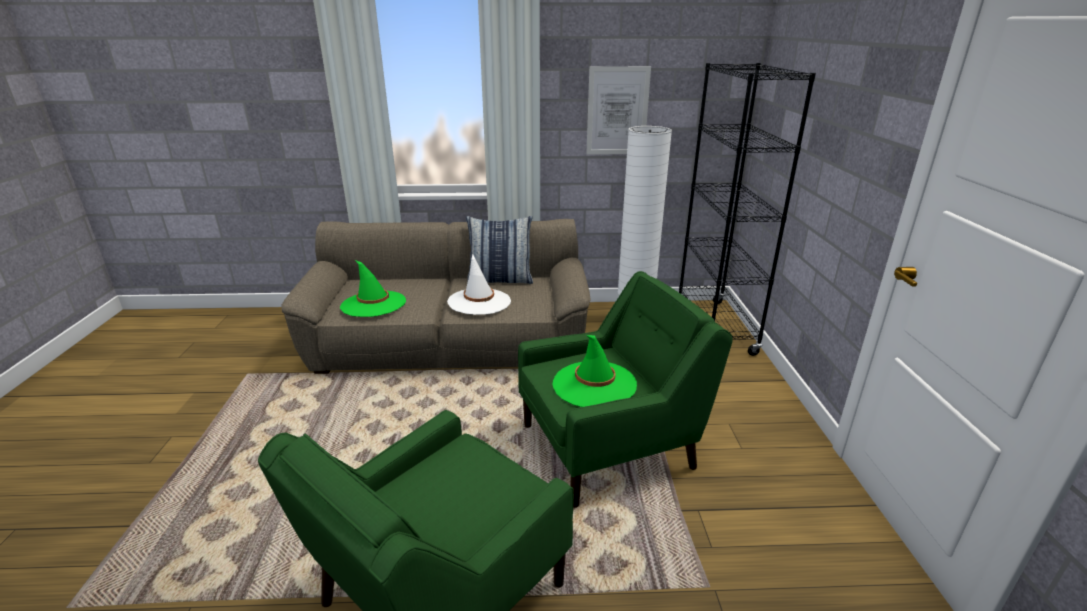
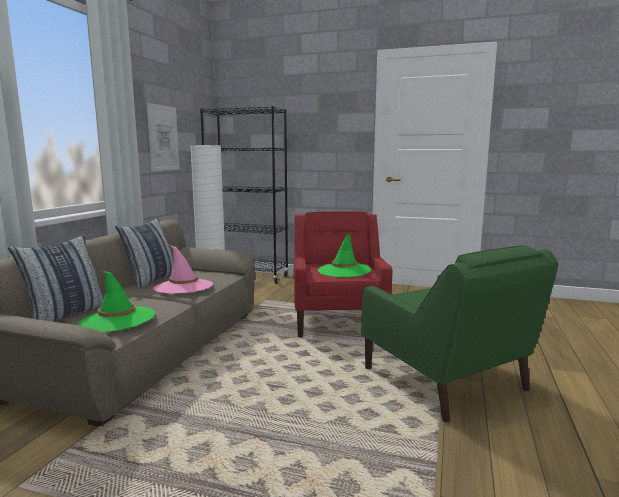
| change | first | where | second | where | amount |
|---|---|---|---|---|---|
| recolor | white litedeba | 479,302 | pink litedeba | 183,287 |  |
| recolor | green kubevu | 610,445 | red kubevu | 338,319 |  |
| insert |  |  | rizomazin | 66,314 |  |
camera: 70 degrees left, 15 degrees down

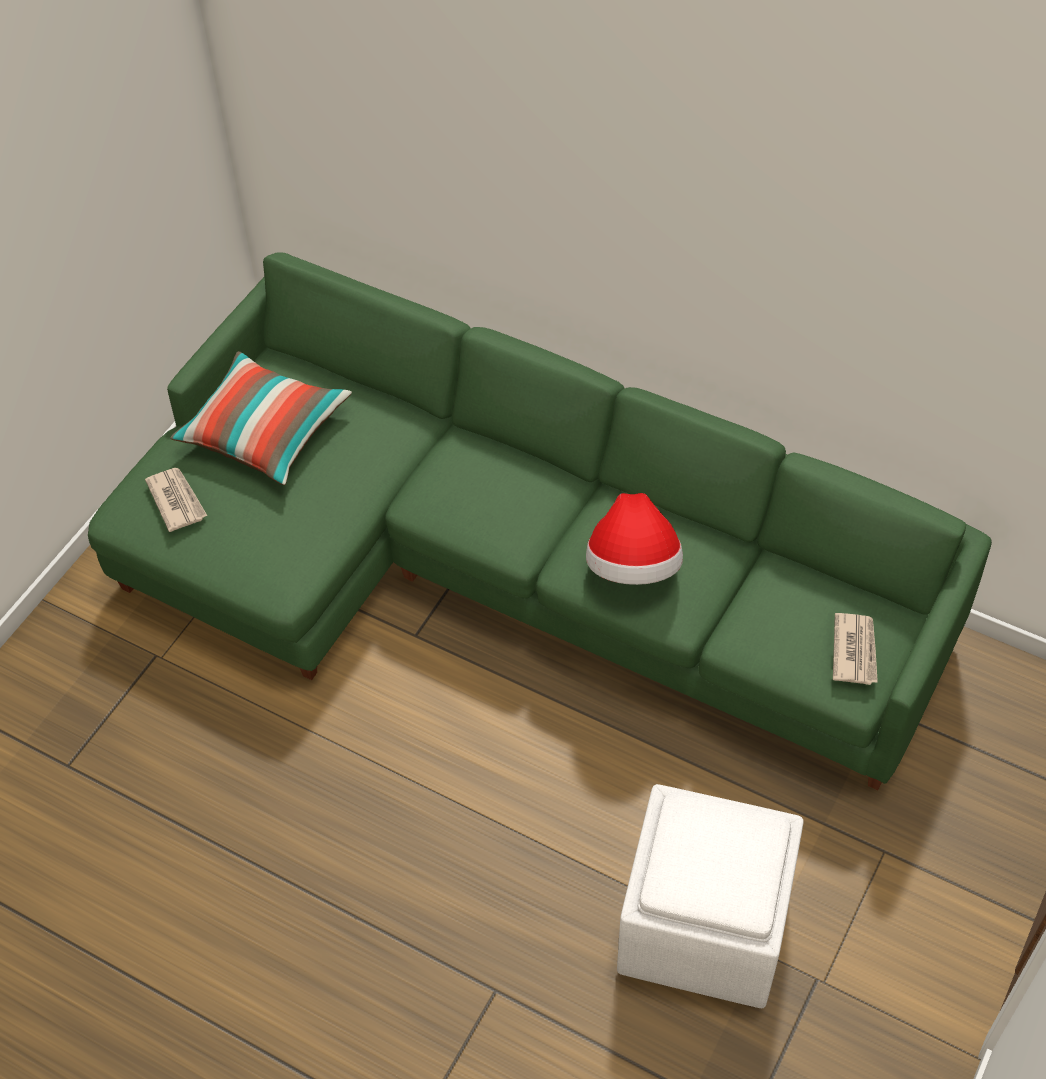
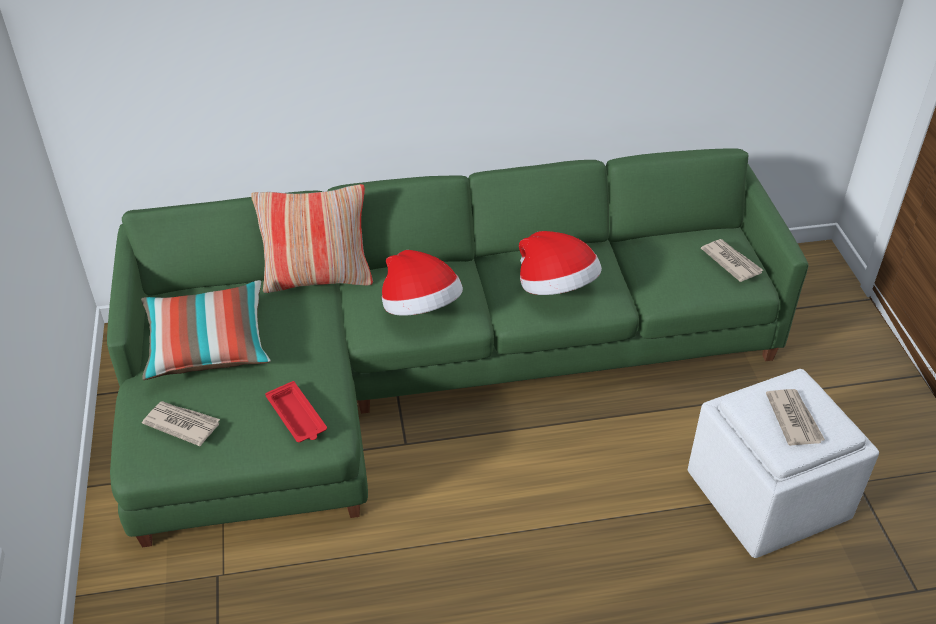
| change | first | where | second | where | amount |
|---|---|---|---|---|---|
| insert |  |  | rizomazin | 318,278 |  |
| insert |  |  | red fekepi | 297,417 |  |
| insert |  |  | litedeba | 420,309 |  |
| insert |  |  | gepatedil | 794,419 |  |
camera: 40 degrees left, 10 degrees down

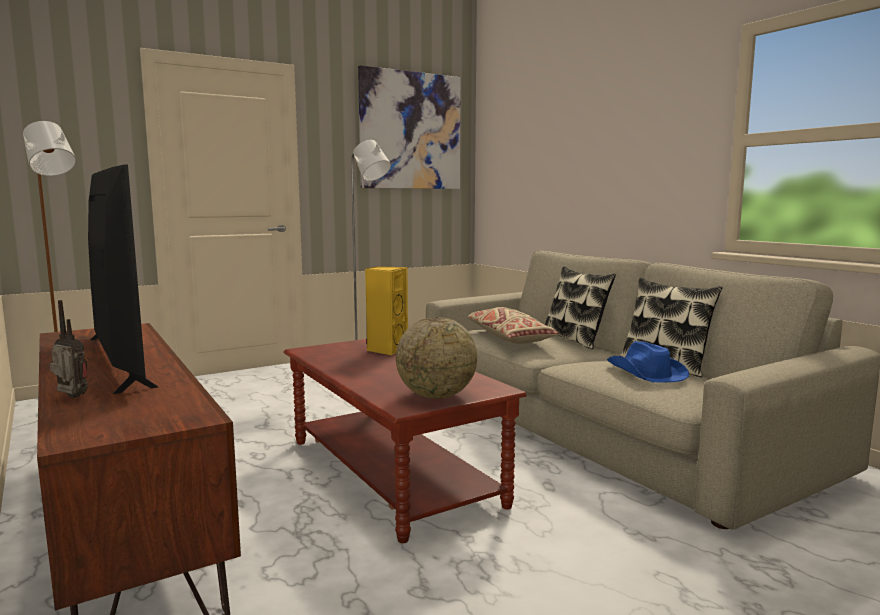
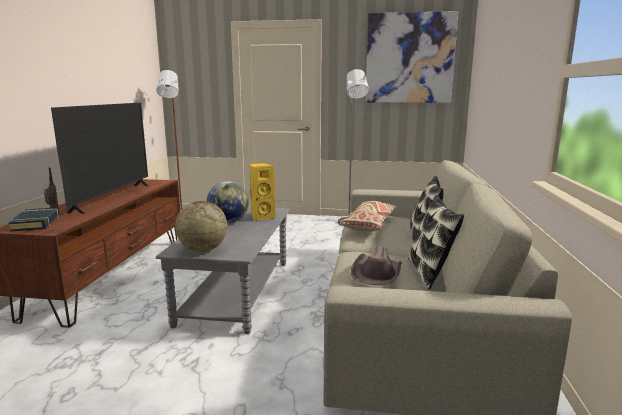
| change | first | where | second | where | amount |
|---|---|---|---|---|---|
| recolor | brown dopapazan | 392,472 | grey dopapazan | 236,291 |  |
| recolor | blue litedeba | 645,373 | brown litedeba | 377,273 |  |
| insert |  |  | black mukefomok | 36,223 |  |
| insert |  |  | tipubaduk | 229,222 |  |
camera: 40 degrees right, 5 degrees up

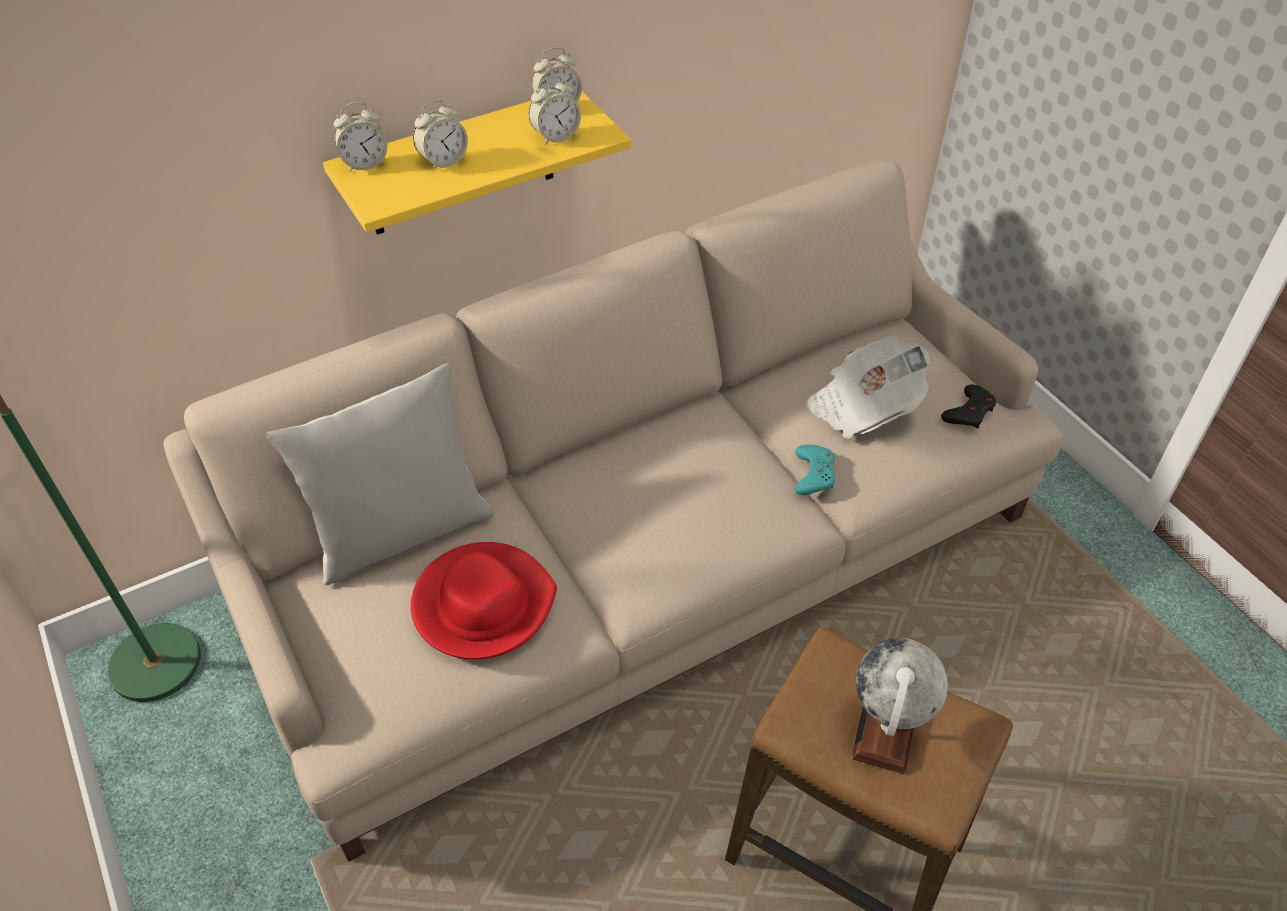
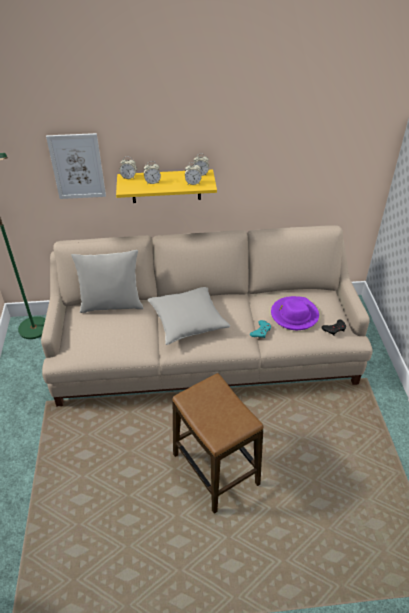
| change | first | where | second | where | amount |
|---|---|---|---|---|---|
| delete | red litedeba | 483,604 |  |  |  |
| replace | gepatedil | 863,407 | purple litedeba | 294,315 |  |
| delete | tipubaduk | 885,732 |  |  |  |
| insert |  |  | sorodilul | 77,166 |  |
| insert |  |  | grey rizomazin | 188,321 |  |
camera: 25 degrees right, 5 degrees down

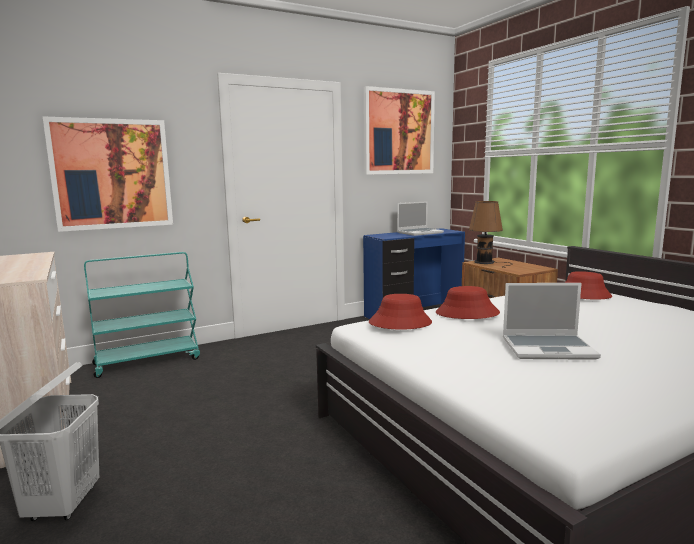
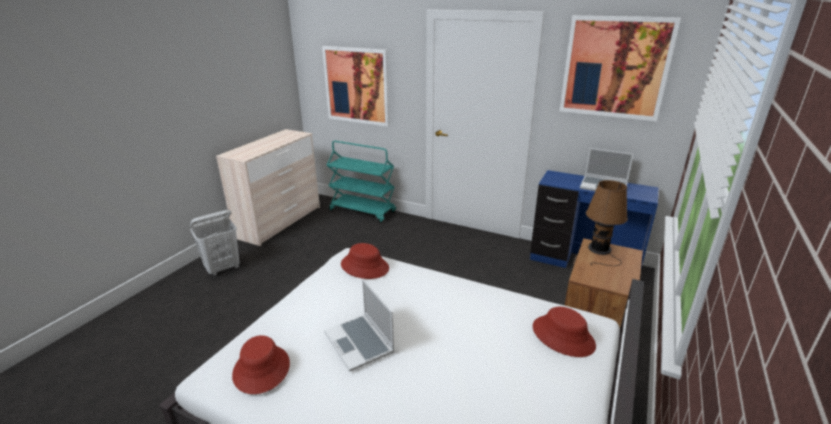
| change | first | where | second | where | amount |
|---|---|---|---|---|---|
| move | red litedeba | 467,313 |  | 261,369 |  |
camera: 55 degrees right, 15 degrees up

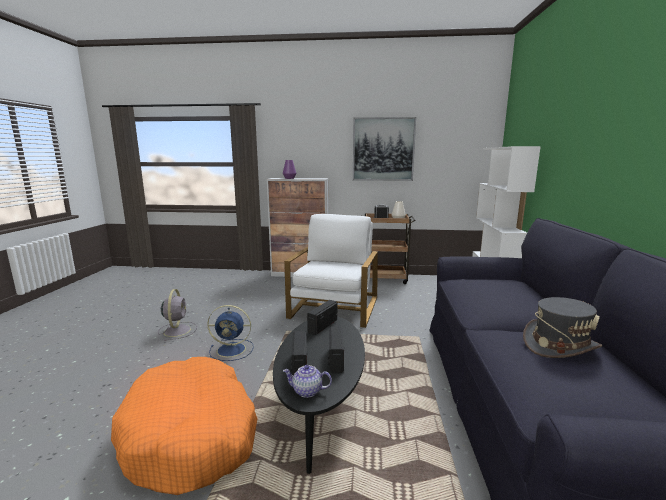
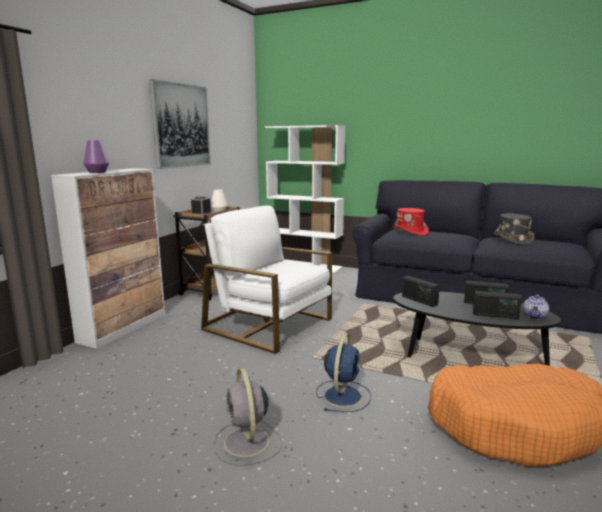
| change | first | where | second | where | amount |
|---|---|---|---|---|---|
| rotate | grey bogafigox | 177,330 |  | 247,443 | 120 degrees counterclockwise |
| insert |  |  | red litedeba | 410,232 |  |
camera: 70 degrees left, 0 degrees up

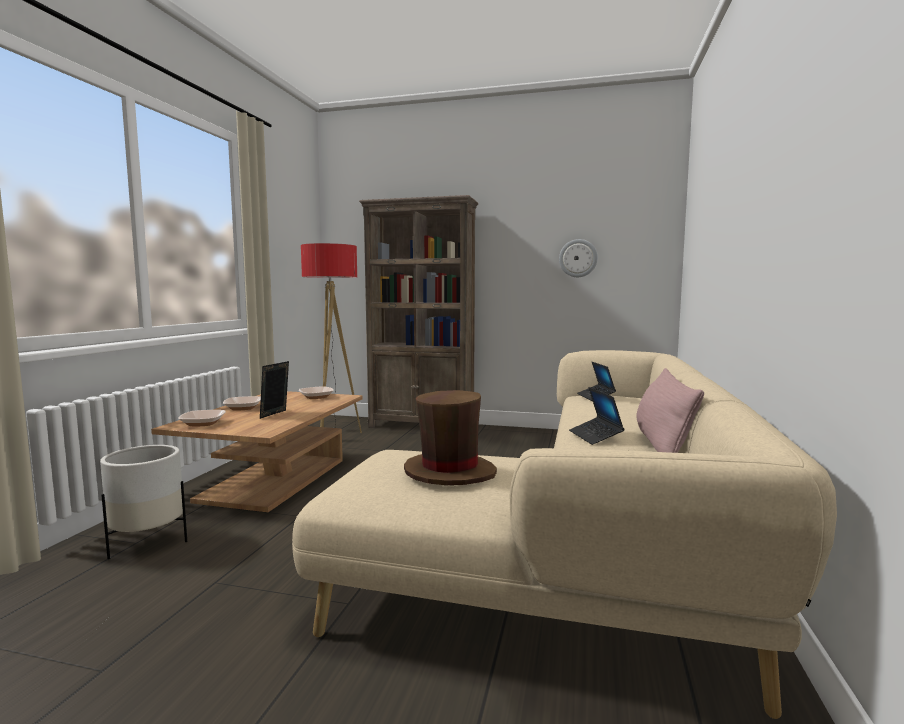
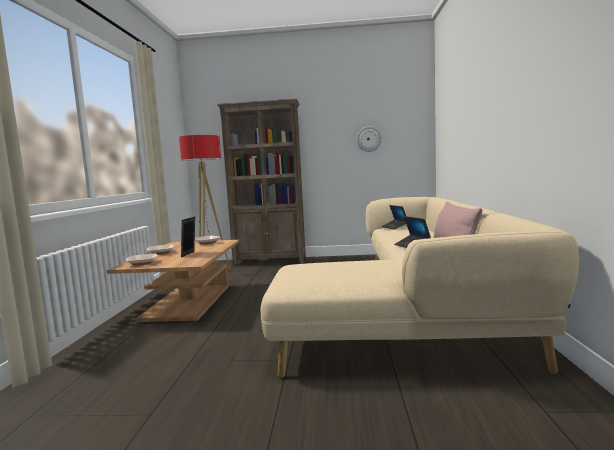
| change | first | where | second | where | amount |
|---|---|---|---|---|---|
| delete | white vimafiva | 148,542 |  |  |  |
| delete | brown litedeba | 449,472 |  |  |  |
camera: 10 degrees left, 0 degrees up

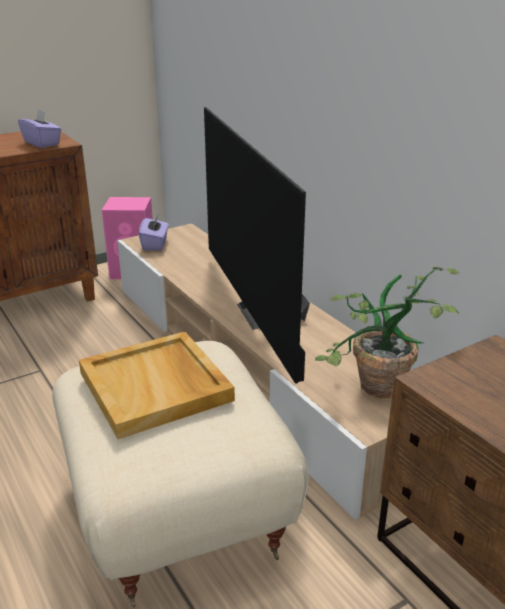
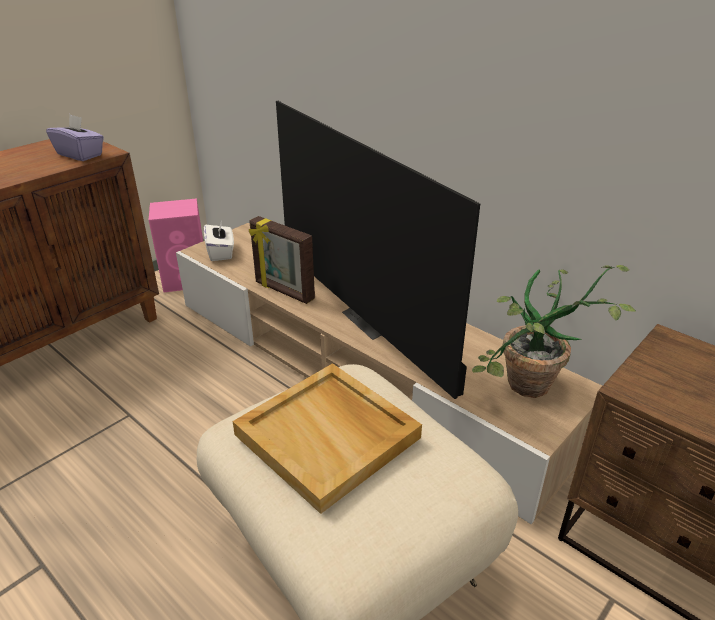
| change | first | where | second | where | amount |
|---|---|---|---|---|---|
| recolor | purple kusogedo | 155,244 | white kusogedo | 221,252 |  |
| insert |  |  | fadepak | 283,291 |  |
camera: 15 degrees left, 5 degrees up

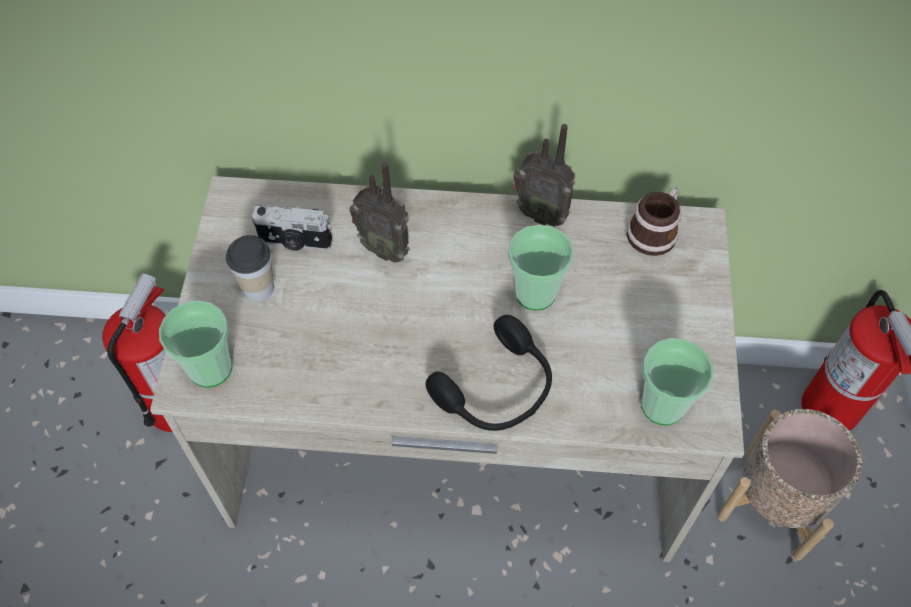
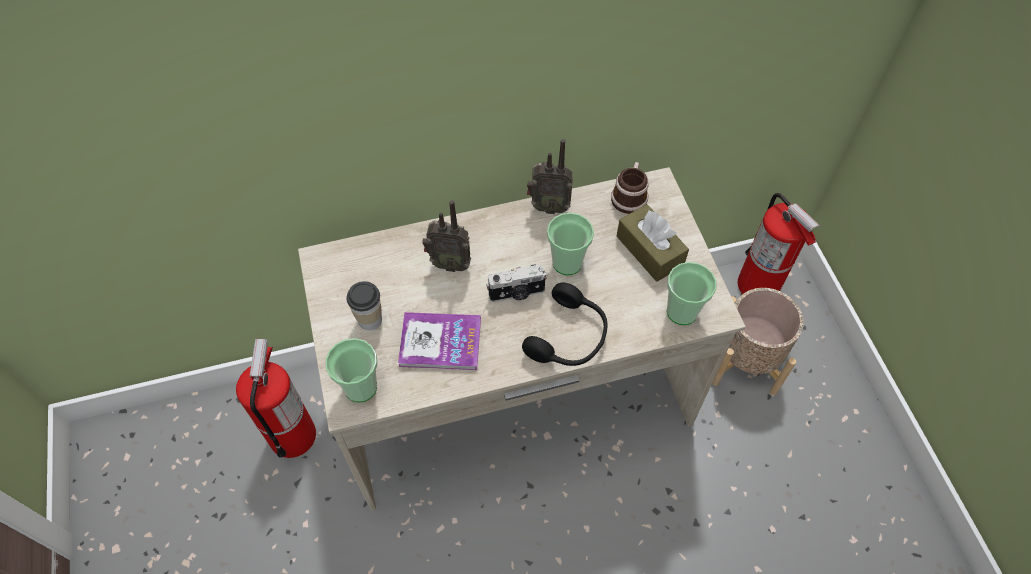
| change | first | where | second | where | amount |
|---|---|---|---|---|---|
| move | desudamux | 295,242 |  | 517,293 |  |
| insert |  |  | mukefomok | 440,342 |  |
| insert |  |  | brown kusogedo | 649,250 |  |
camera: 20 degrees left, 0 degrees up

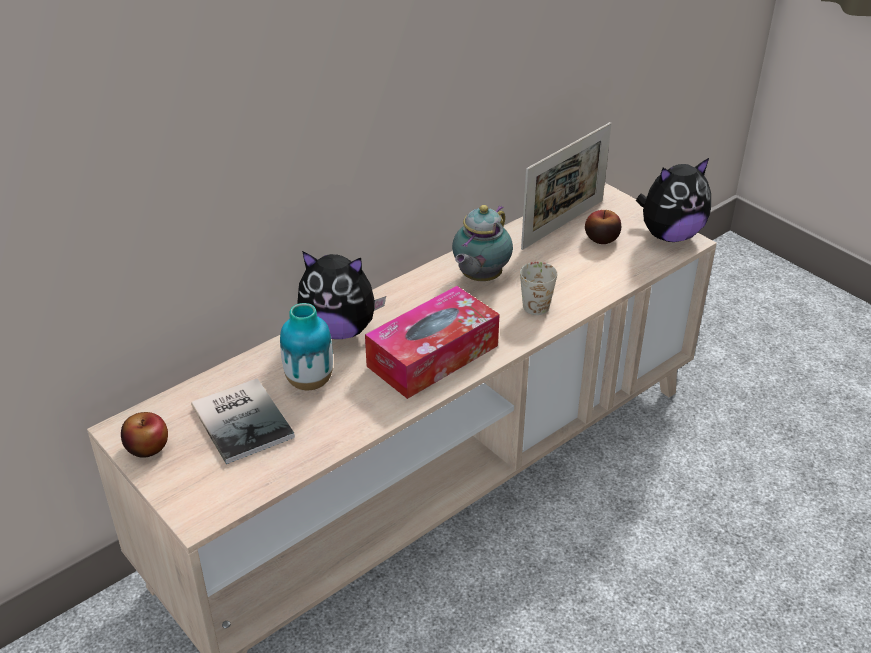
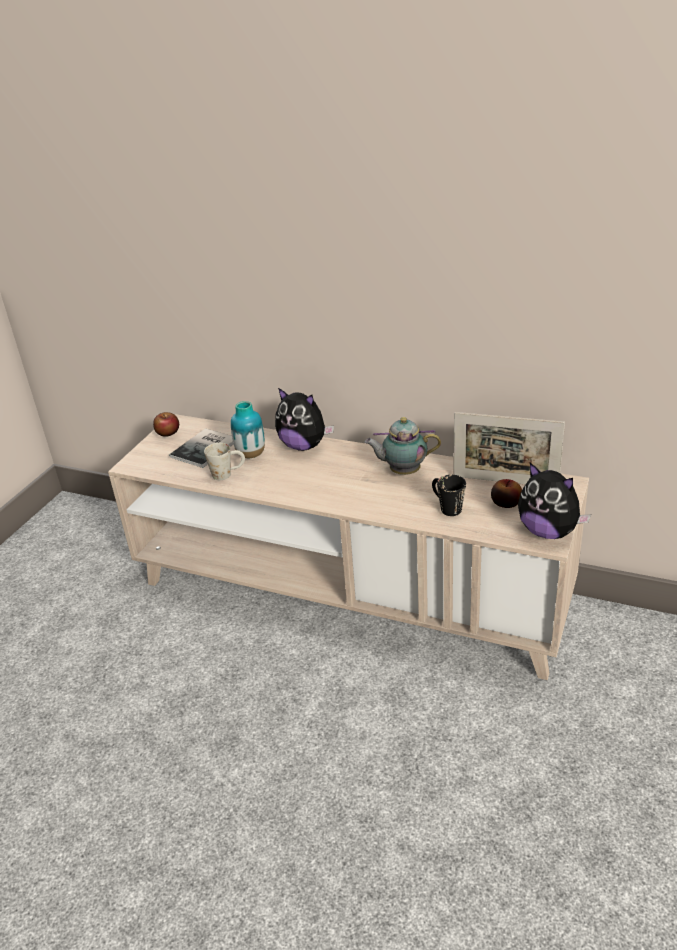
| change | first | where | second | where | amount |
|---|---|---|---|---|---|
| rotate | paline | 339,330 |  | 304,446 | 45 degrees counterclockwise |
| delete | kusogedo | 433,356 |  |  |  |
| move | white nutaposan | 536,301 |  | 228,473 |  |
| insert |  |  | black nutaposan | 446,507 |  |
camera: 65 degrees right, 5 degrees down

